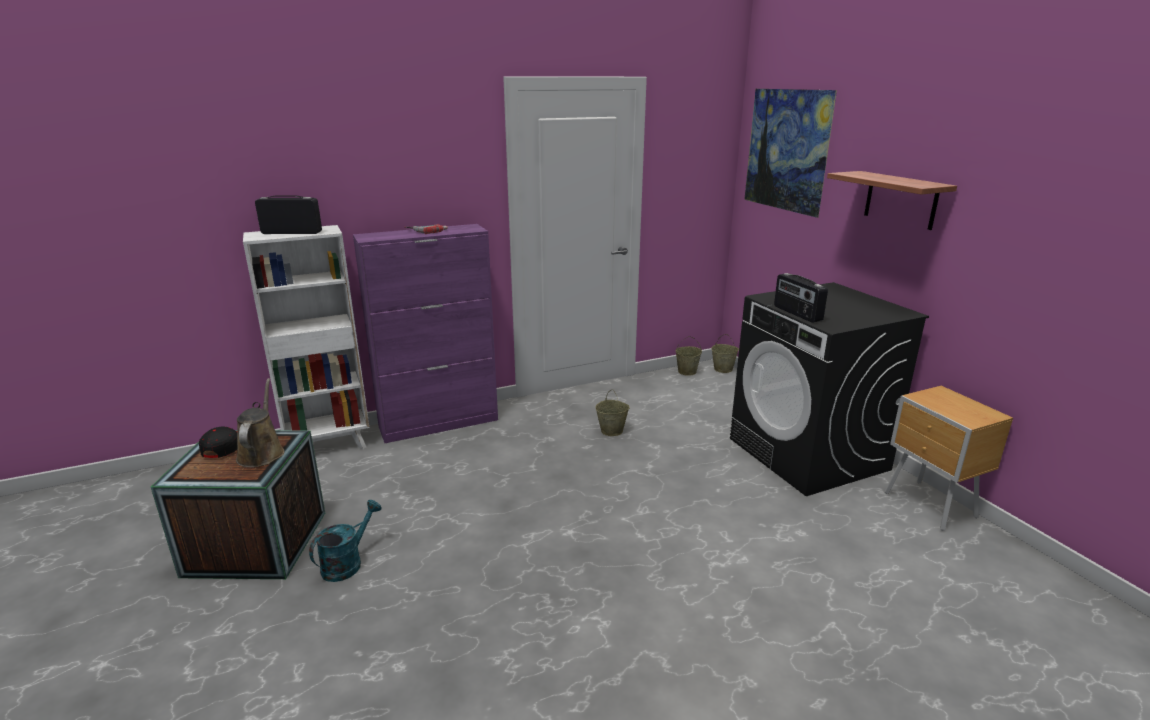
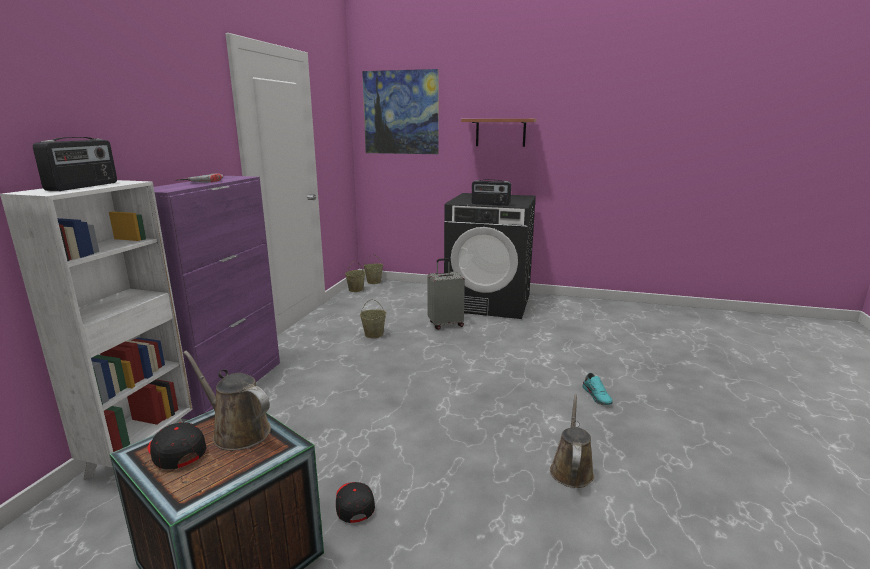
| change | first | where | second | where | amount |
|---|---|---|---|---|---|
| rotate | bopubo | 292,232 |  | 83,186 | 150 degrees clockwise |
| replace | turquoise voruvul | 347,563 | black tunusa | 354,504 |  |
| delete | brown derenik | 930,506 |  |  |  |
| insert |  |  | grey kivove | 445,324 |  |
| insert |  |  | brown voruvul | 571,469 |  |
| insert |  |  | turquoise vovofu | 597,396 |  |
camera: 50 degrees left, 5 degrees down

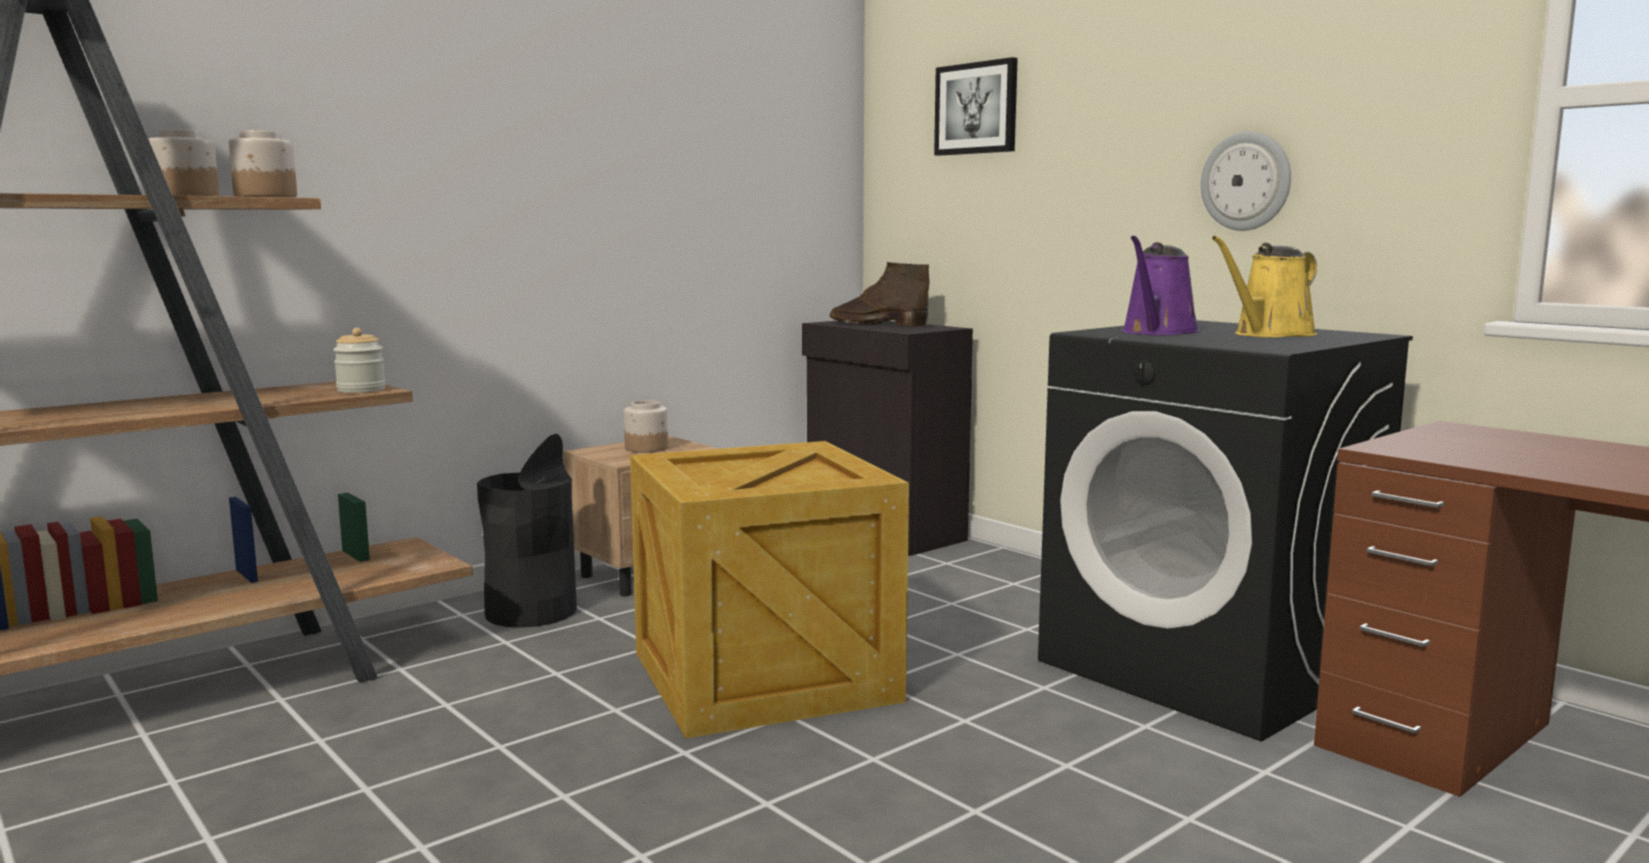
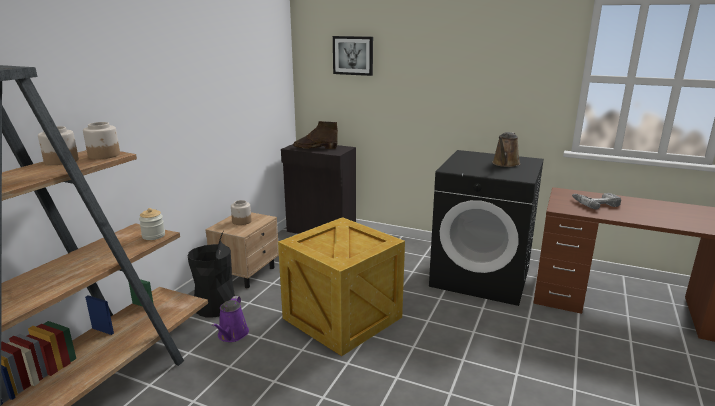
| change | first | where | second | where | amount |
|---|---|---|---|---|---|
| move | purple voruvul | 1157,332 |  | 232,335 |  |
| delete | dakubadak | 1246,181 |  |  |  |
| recolor | yellow voruvul | 1269,335 | brown voruvul | 505,164 |  |
| insert |  |  | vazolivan | 594,203 |  |
camera: 25 degrees left, 10 degrees up

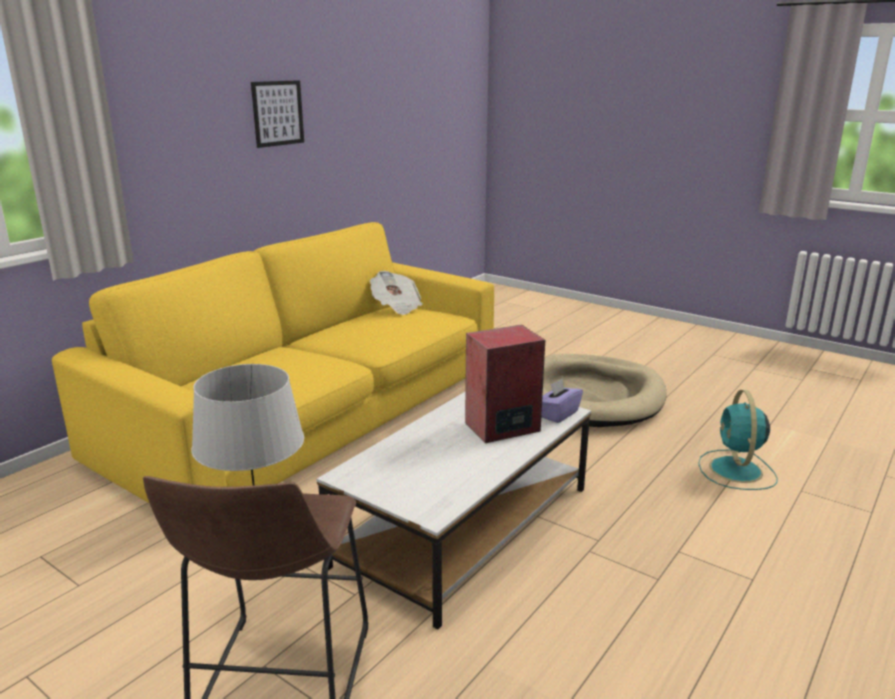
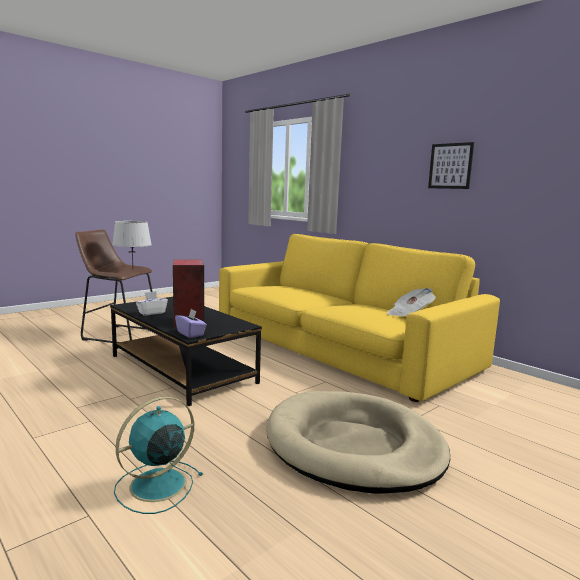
| change | first | where | second | where | amount |
|---|---|---|---|---|---|
| recolor | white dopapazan | 464,525 | black dopapazan | 182,368 |  |
| rotate | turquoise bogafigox | 736,471 |  | 155,486 | 60 degrees counterclockwise |
| insert |  |  | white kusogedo | 151,313 |  |
camera: 100 degrees right, 10 degrees down

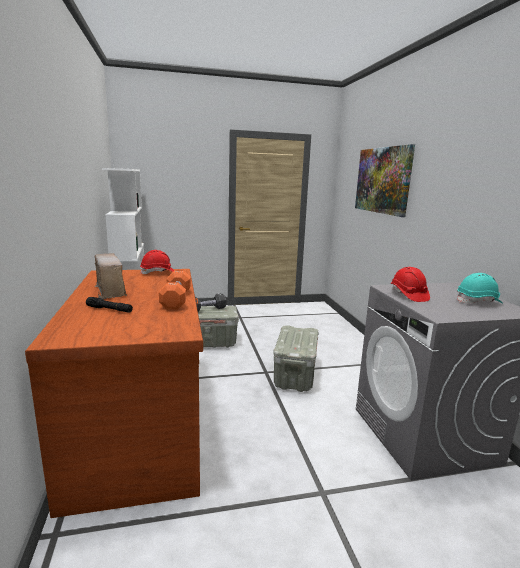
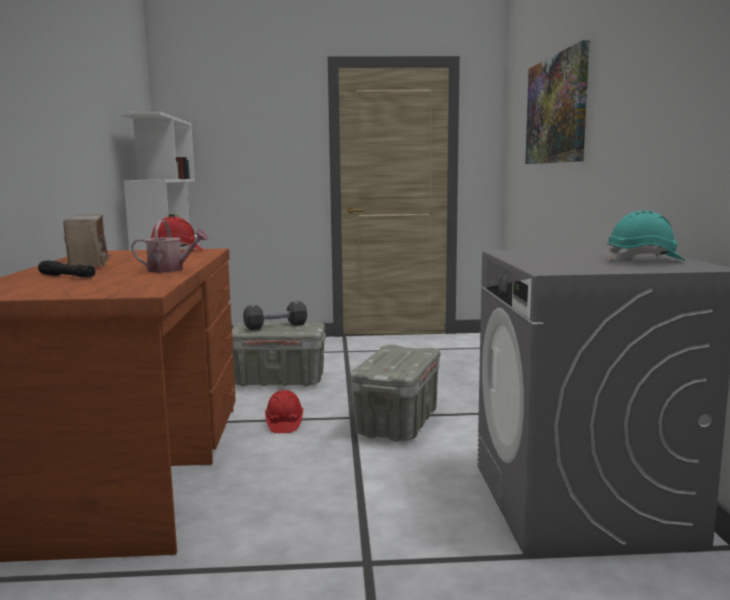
| change | first | where | second | where | amount |
|---|---|---|---|---|---|
| replace | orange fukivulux | 176,300 | voruvul | 170,270 |  |
| move | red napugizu | 408,295 |  | 284,424 |  |
camera: 10 degrees right, 5 degrees down

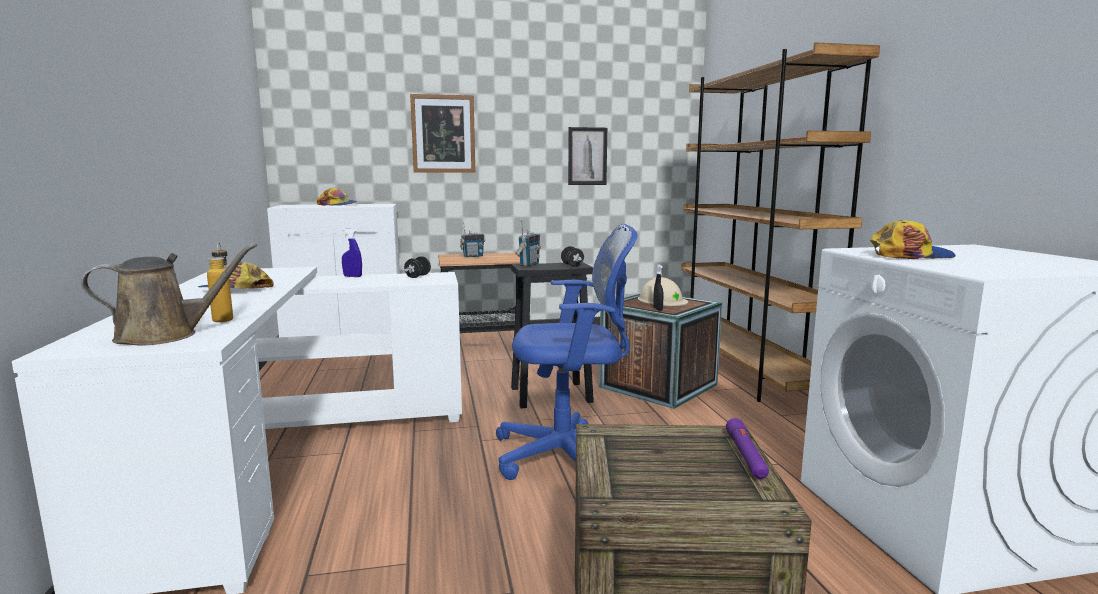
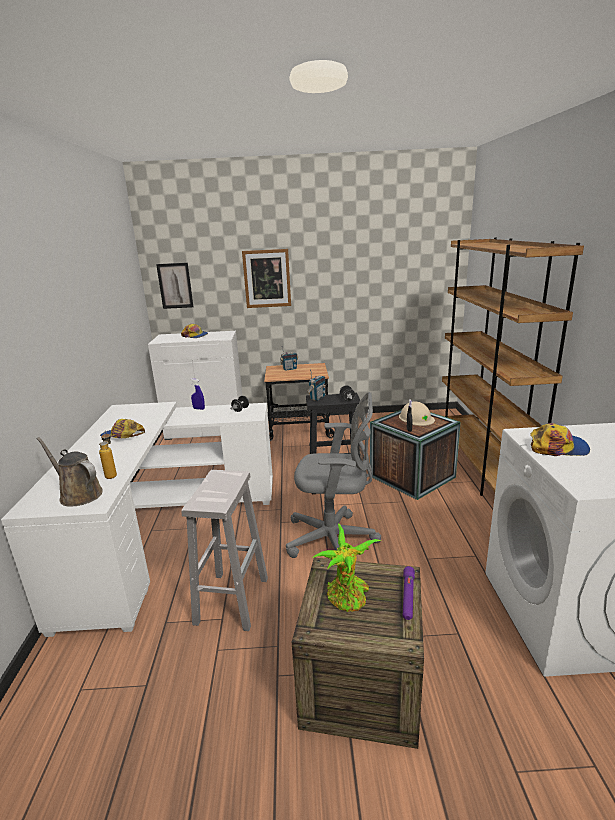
| change | first | where | second | where | amount |
|---|---|---|---|---|---|
| rotate | brown voruvul | 165,335 |  | 78,494 | 135 degrees counterclockwise |
| recolor | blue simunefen | 569,456 | grey simunefen | 335,540 |  |
| move | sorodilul | 587,156 |  | 175,285 |  |
| insert |  |  | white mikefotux | 232,599 |  |
| insert |  |  | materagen | 347,598 |  |
camera: 10 degrees right, 10 degrees up

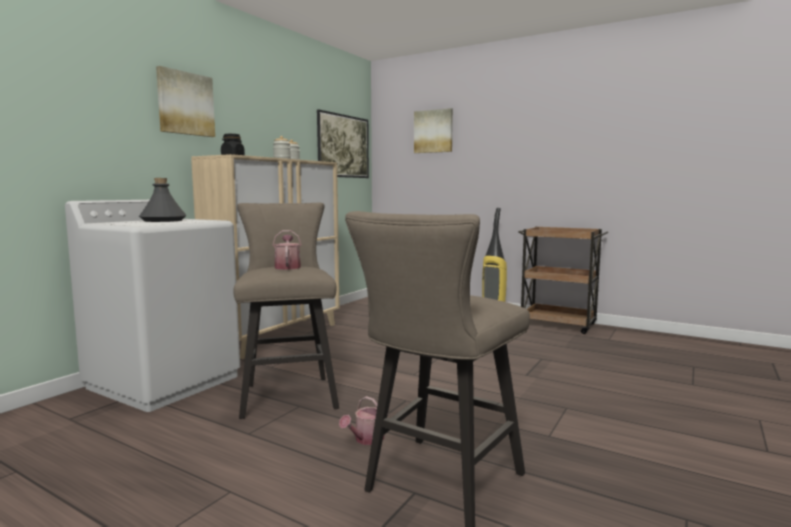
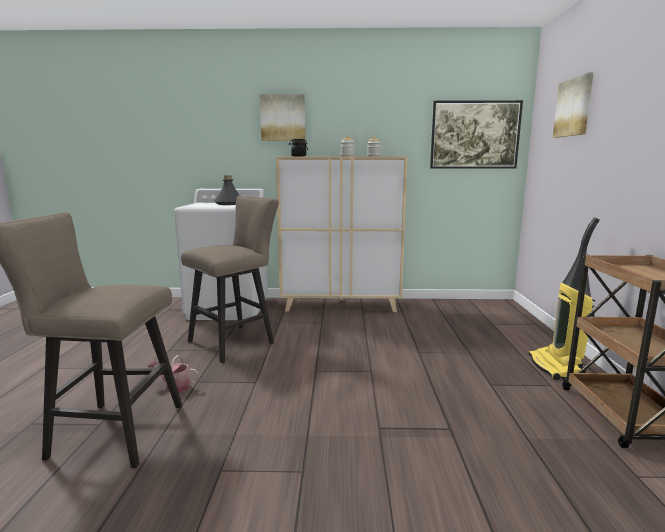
| change | first | where | second | where | amount |
|---|---|---|---|---|---|
| delete | voruvul | 287,267 |  |  |  |
camera: 60 degrees right, 5 degrees up

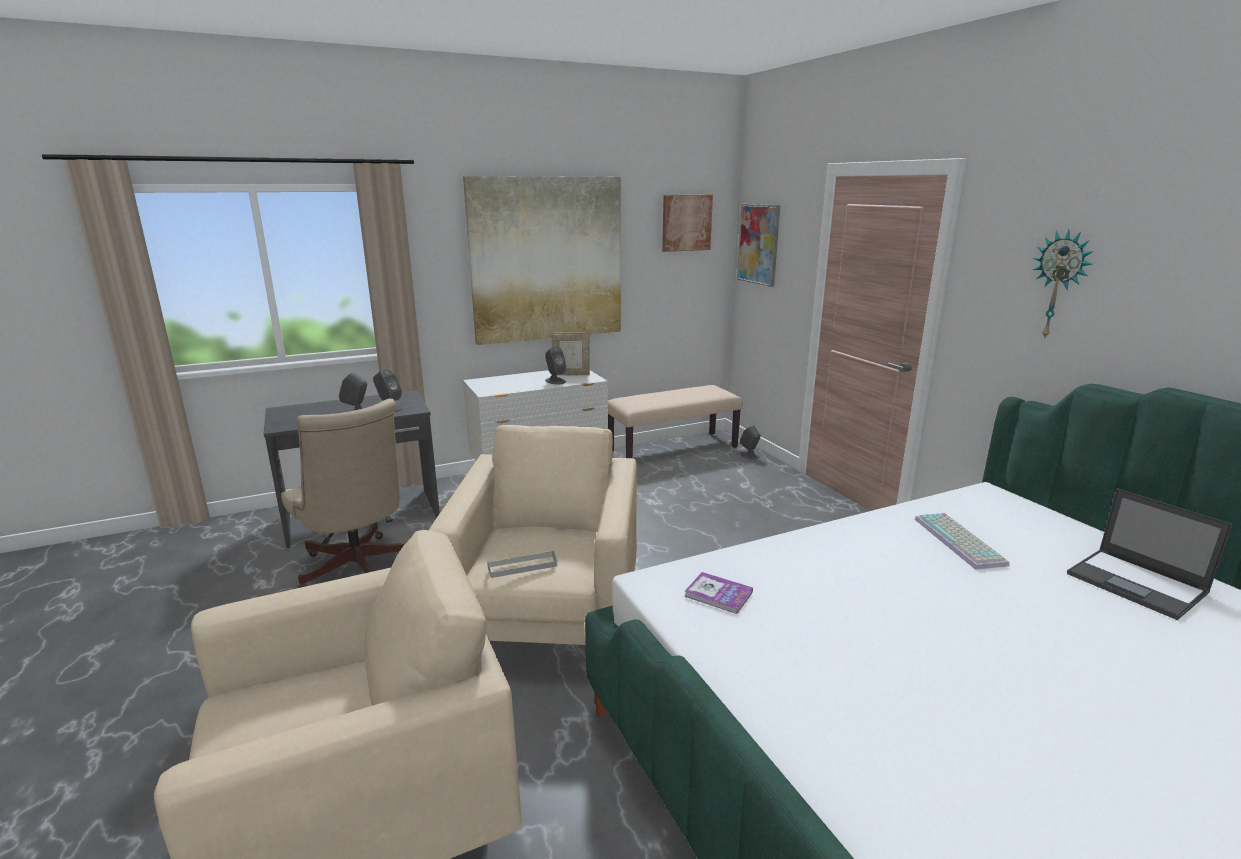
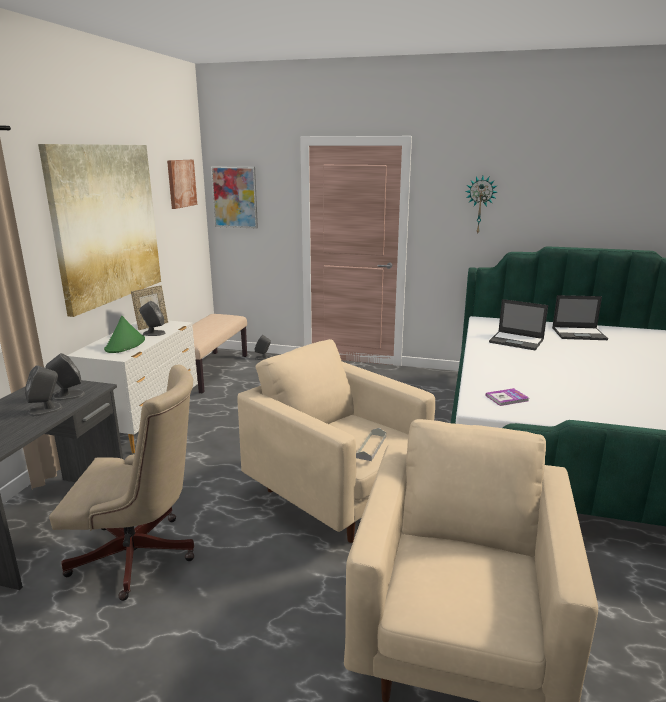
| change | first | where | second | where | amount |
|---|---|---|---|---|---|
| replace | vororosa | 961,541 | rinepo | 517,341 |  |
| insert |  |  | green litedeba | 125,344 |  |
camera: 50 degrees left, 0 degrees up

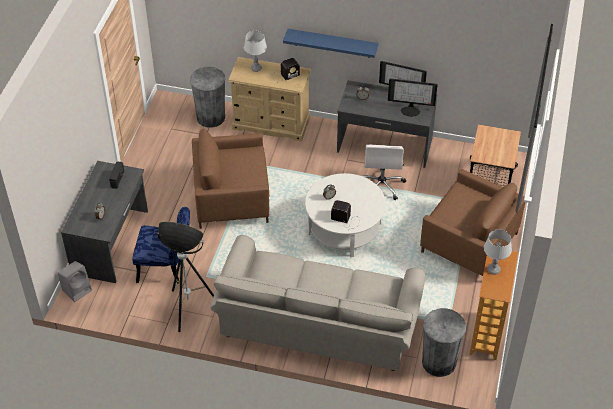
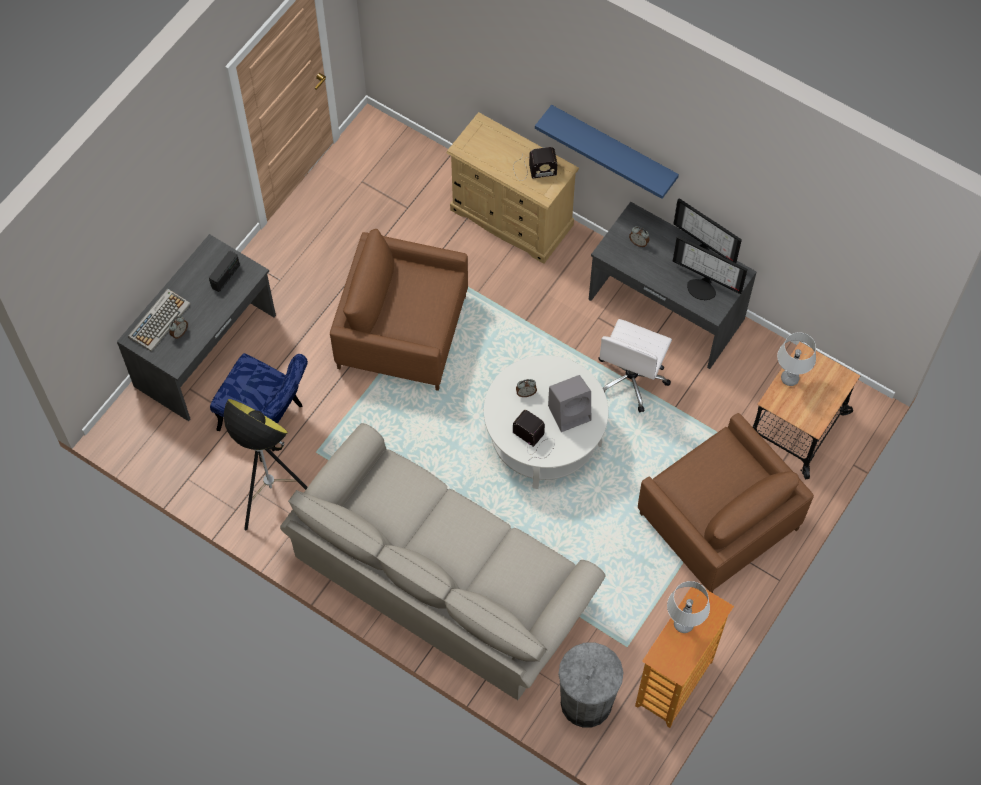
| change | first | where | second | where | amount |
|---|---|---|---|---|---|
| move | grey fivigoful | 77,289 |  | 570,412 |  |
| delete | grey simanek | 211,117 |  |  |  |
| move | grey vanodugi | 256,68 |  | 789,378 |  |
| insert |  |  | vororosa | 159,320 |  |
camera: 20 degrees right, 15 degrees up

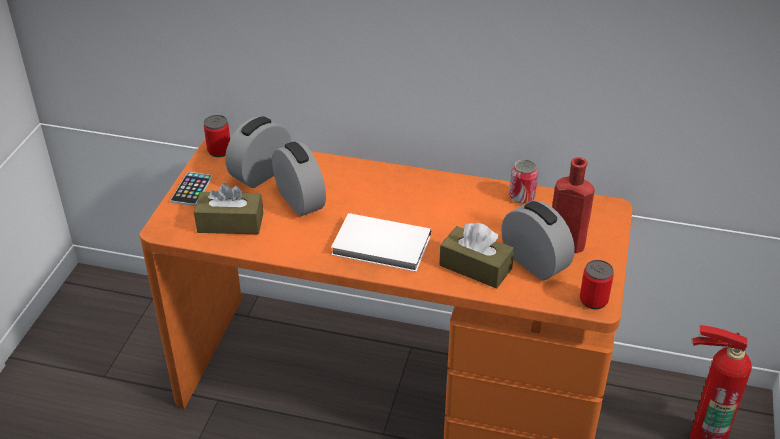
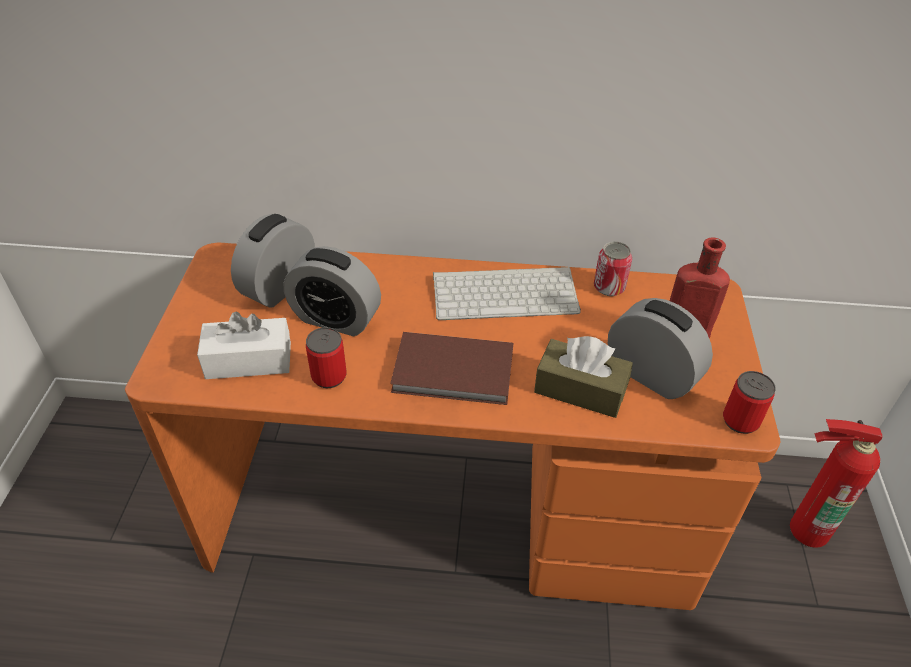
| change | first | where | second | where | amount |
|---|---|---|---|---|---|
| delete | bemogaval | 191,189 |  |  |  |
| recolor | brown kusogedo | 230,223 | white kusogedo | 249,360 |  |
| move | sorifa | 219,151 |  | 329,376 |  |
| rotate | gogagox | 300,200 |  | 335,319 | 150 degrees clockwise |
| recolor | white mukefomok | 382,246 | brown mukefomok | 454,373 |  |
| insert |  |  | vororosa | 506,293 |  |
camera: 10 degrees left, 5 degrees up

